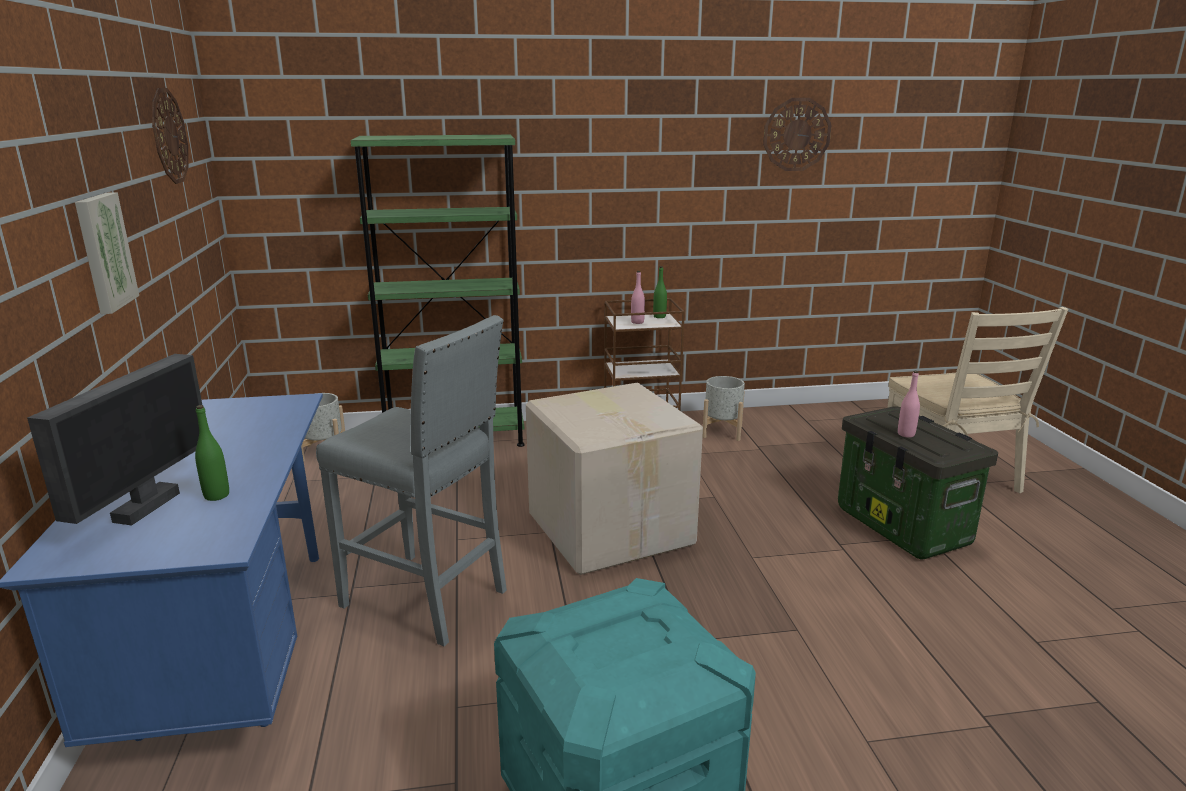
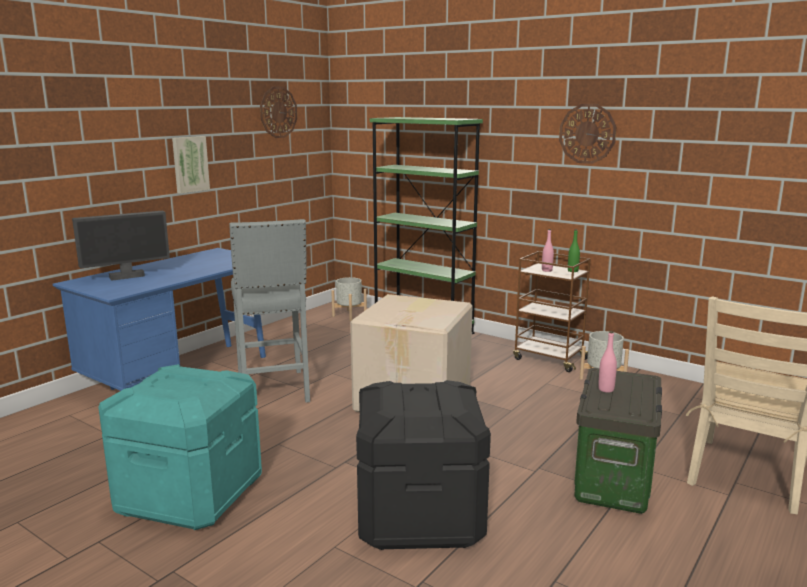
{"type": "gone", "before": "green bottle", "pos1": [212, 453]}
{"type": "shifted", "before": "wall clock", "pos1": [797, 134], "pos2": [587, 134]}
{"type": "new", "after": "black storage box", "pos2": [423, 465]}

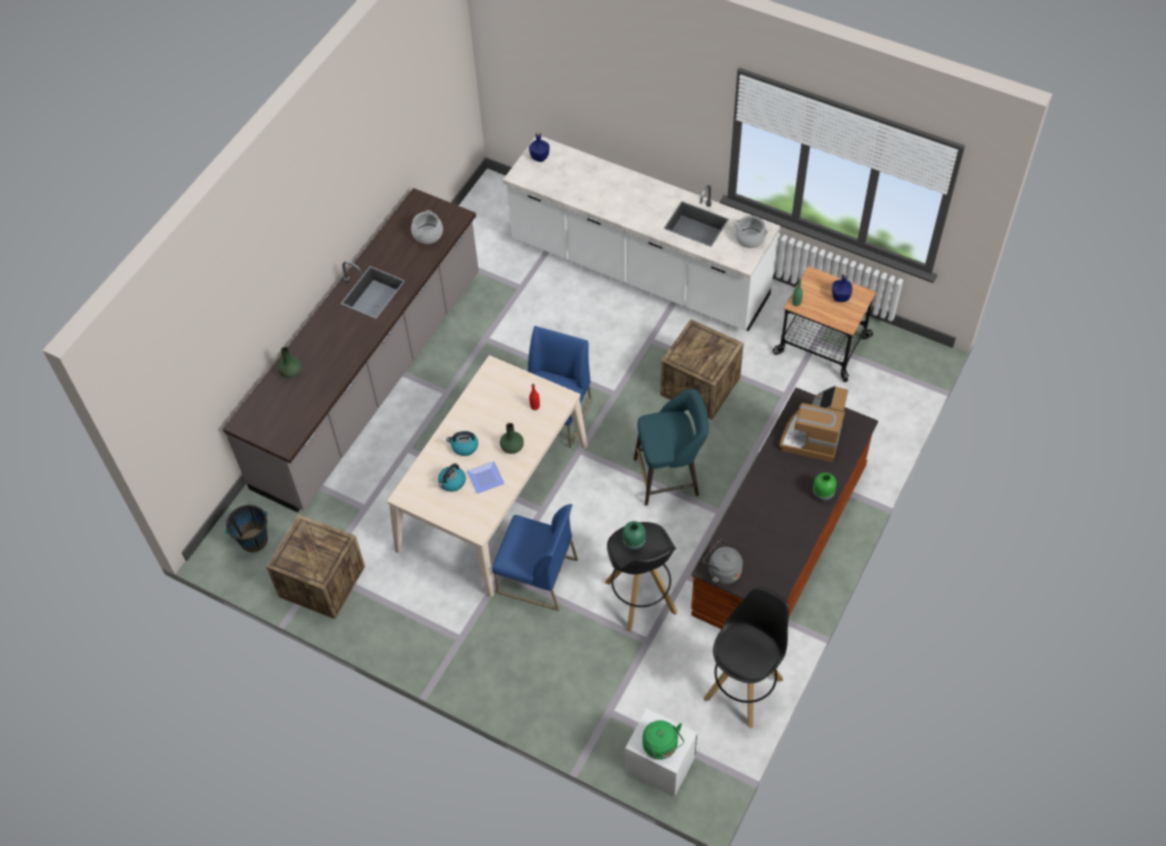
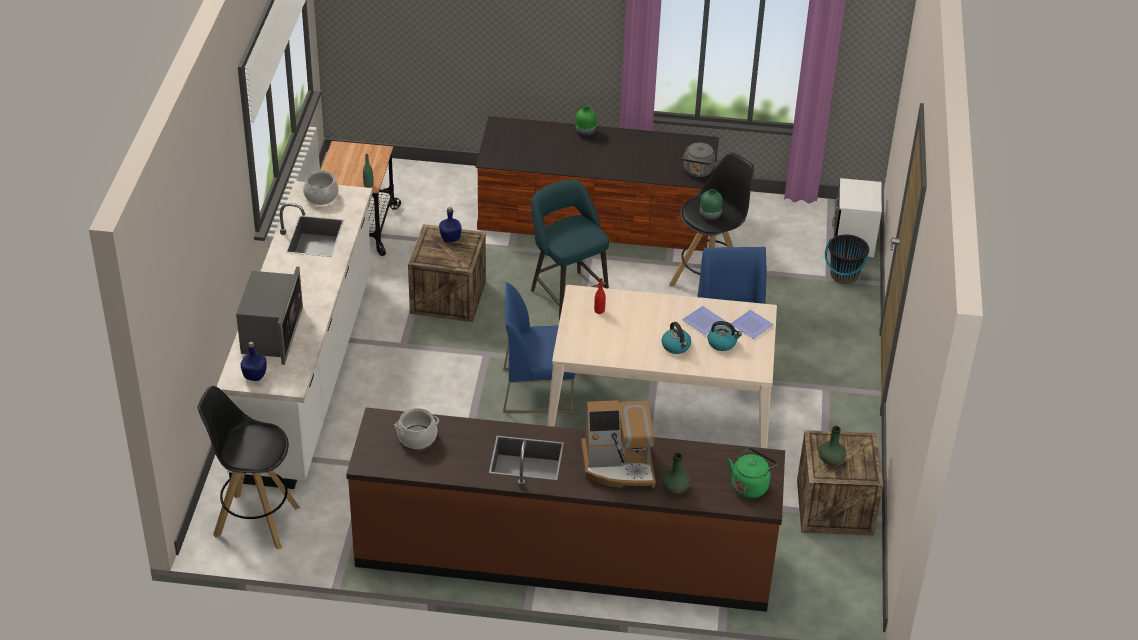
{"type": "repainted", "before": "grey counter", "after": "brown counter", "pos1": [351, 350], "pos2": [565, 509]}
{"type": "shifted", "before": "black bucket", "pos1": [246, 528], "pos2": [847, 259]}
{"type": "shifted", "before": "green vase", "pos1": [512, 438], "pos2": [832, 445]}
{"type": "shifted", "before": "green kettle", "pos1": [663, 740], "pos2": [753, 473]}
{"type": "shifted", "before": "black stool", "pos1": [746, 657], "pos2": [248, 468]}
{"type": "shifted", "before": "coffee machine", "pos1": [813, 424], "pos2": [618, 444]}
{"type": "shifted", "before": "blue bottle", "pos1": [842, 287], "pos2": [450, 225]}
{"type": "new", "after": "microwave", "pos2": [269, 315]}
{"type": "new", "after": "plate", "pos2": [752, 324]}

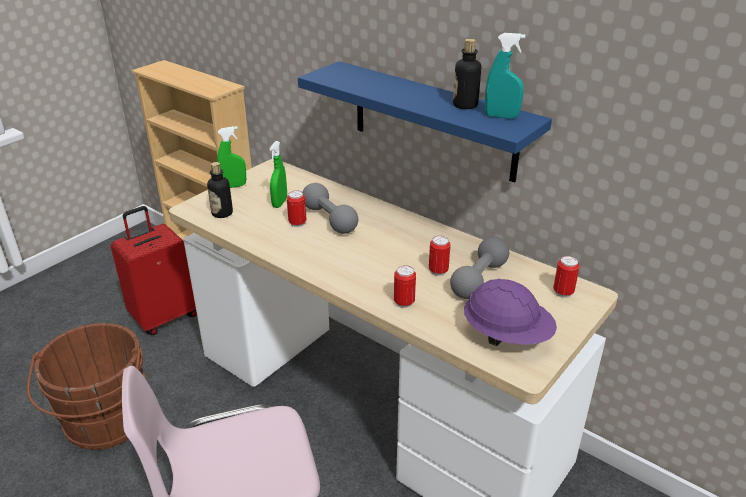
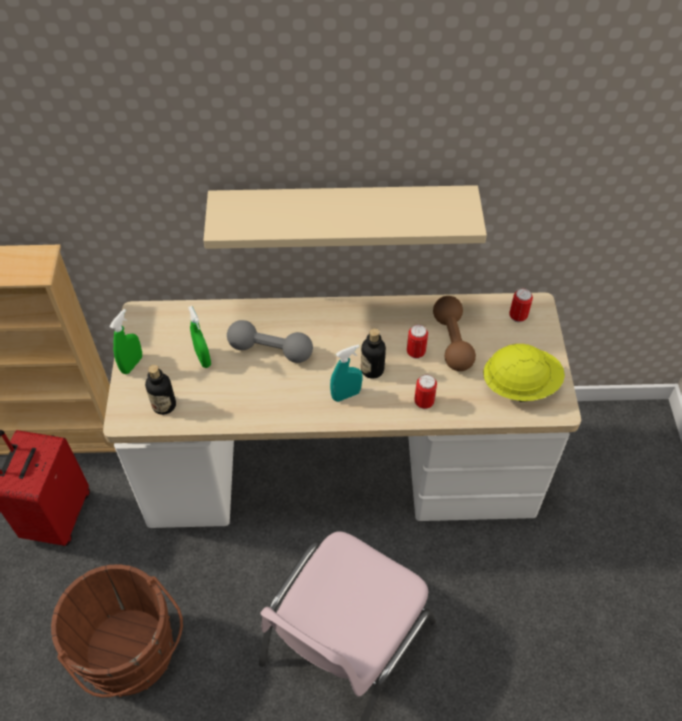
{"type": "gone", "before": "can", "pos1": [297, 208]}
{"type": "repainted", "before": "blue shelf", "after": "beige shelf", "pos1": [425, 122], "pos2": [345, 217]}
{"type": "repainted", "before": "grey dumbbell", "after": "brown dumbbell", "pos1": [479, 268], "pos2": [454, 333]}
{"type": "shifted", "before": "bottle", "pos1": [467, 74], "pos2": [373, 353]}
{"type": "repainted", "before": "purple hard hat", "after": "yellow hard hat", "pos1": [510, 312], "pos2": [524, 373]}
{"type": "shifted", "before": "turquoise spray bottle", "pos1": [505, 76], "pos2": [346, 373]}

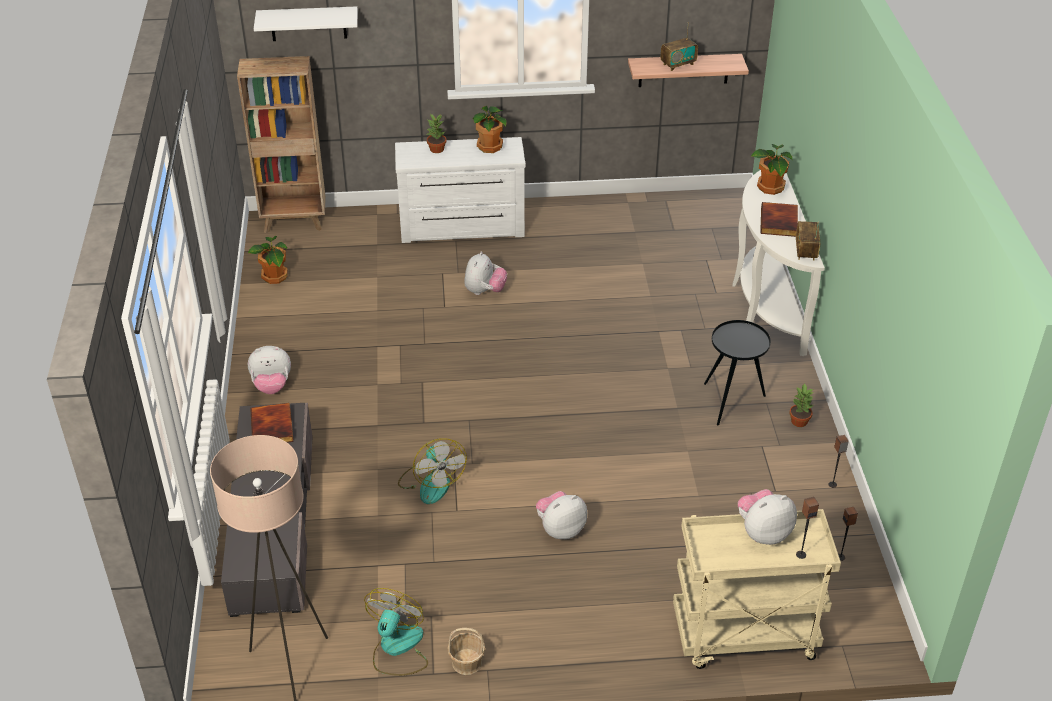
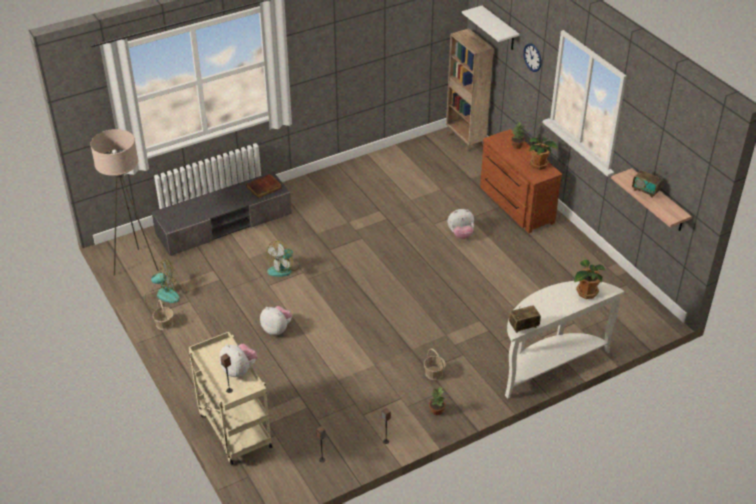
{"type": "gone", "before": "potted plant", "pos1": [268, 260]}
{"type": "gone", "before": "plush toy", "pos1": [269, 370]}
{"type": "repainted", "before": "white dresser", "after": "brown dresser", "pos1": [460, 190], "pos2": [521, 181]}
{"type": "swapped", "before": "black side table", "after": "basket", "pos1": [737, 373], "pos2": [435, 364]}
{"type": "gone", "before": "book", "pos1": [779, 219]}
{"type": "new", "after": "wall clock", "pos2": [532, 58]}

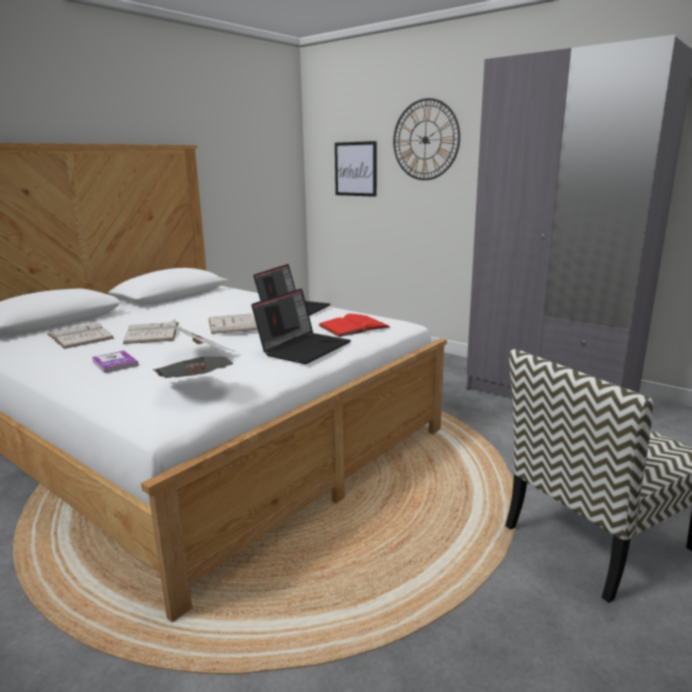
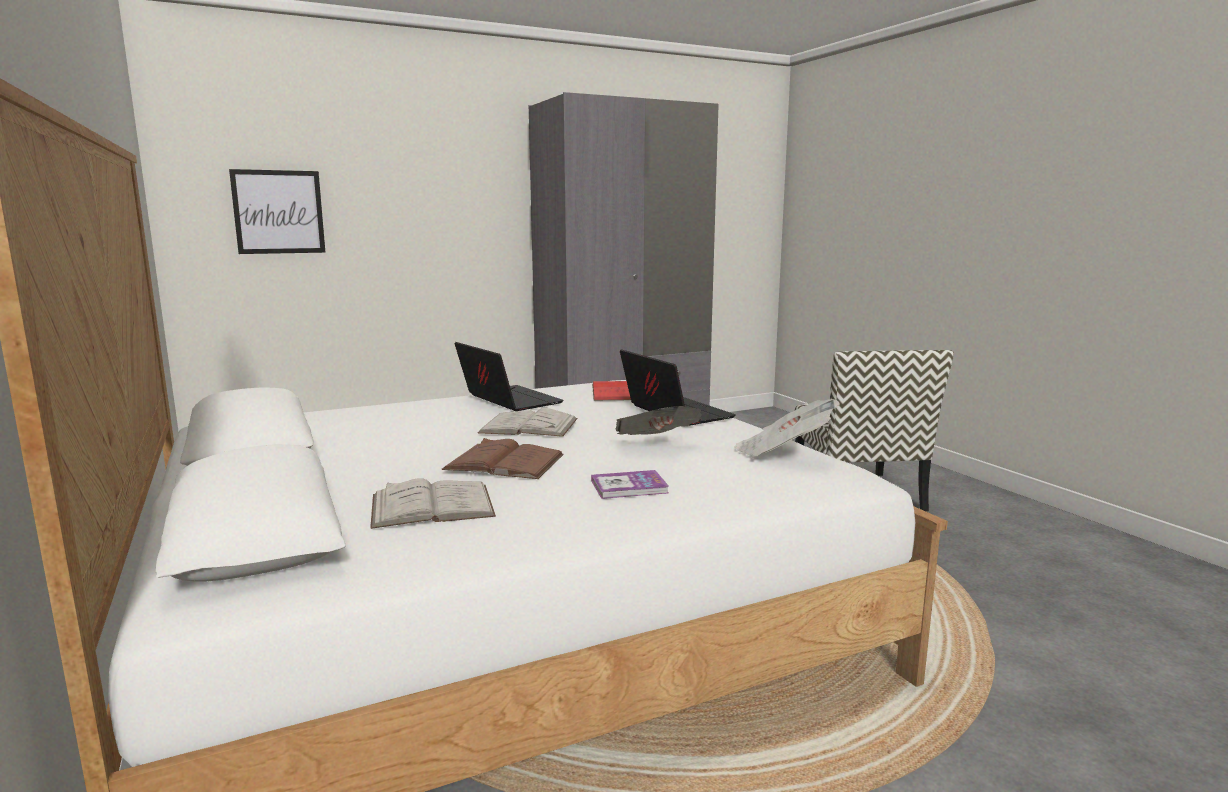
{"type": "repainted", "before": "white book", "after": "brown book", "pos1": [151, 331], "pos2": [502, 458]}
{"type": "gone", "before": "wall clock", "pos1": [426, 139]}

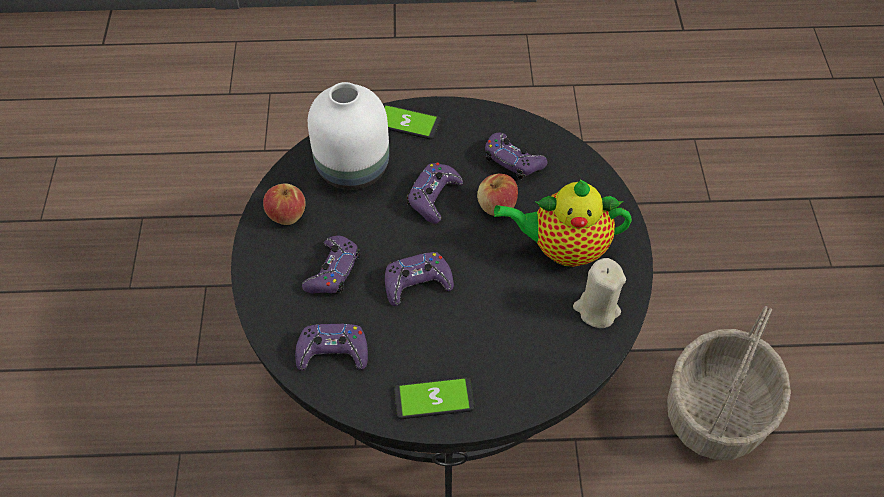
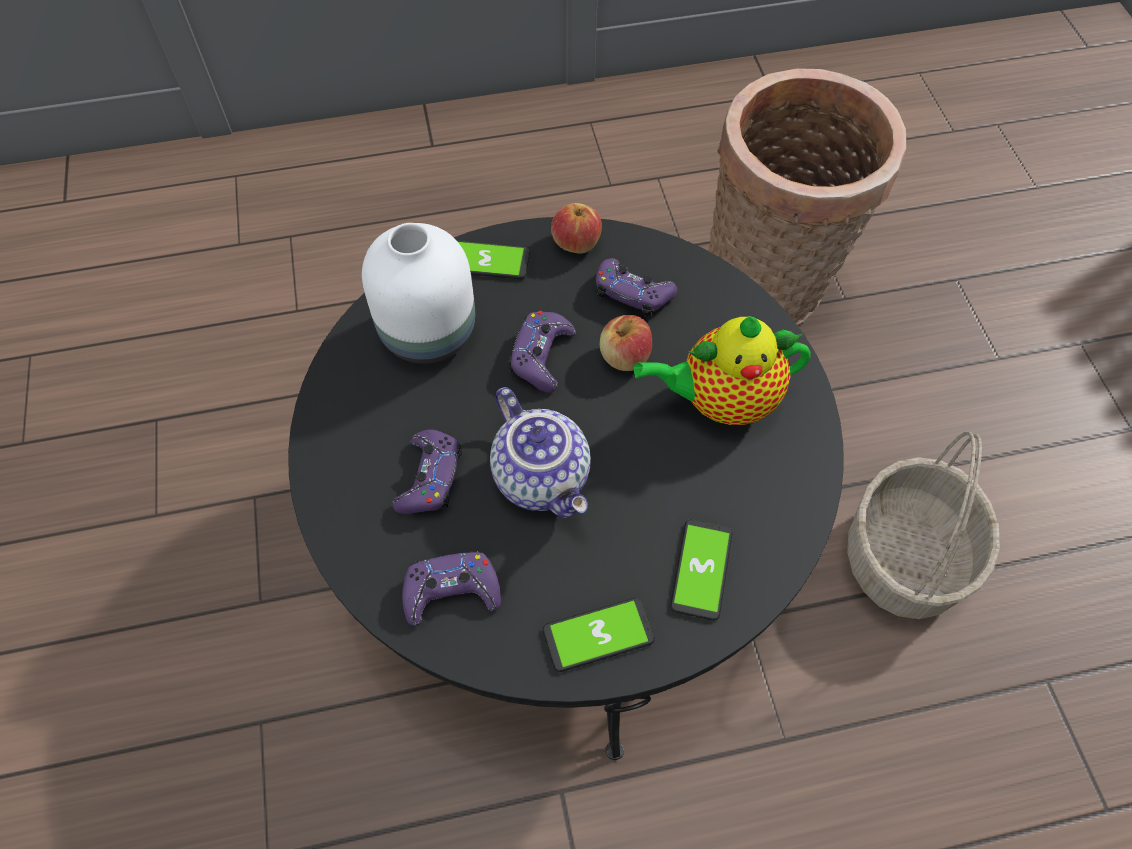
{"type": "shifted", "before": "apple", "pos1": [284, 204], "pos2": [576, 228]}
{"type": "swapped", "before": "purple game controller", "after": "teapot", "pos1": [419, 279], "pos2": [540, 452]}
{"type": "gone", "before": "beige candle", "pos1": [599, 293]}
{"type": "new", "after": "phone", "pos2": [701, 570]}
{"type": "new", "after": "basket", "pos2": [807, 196]}

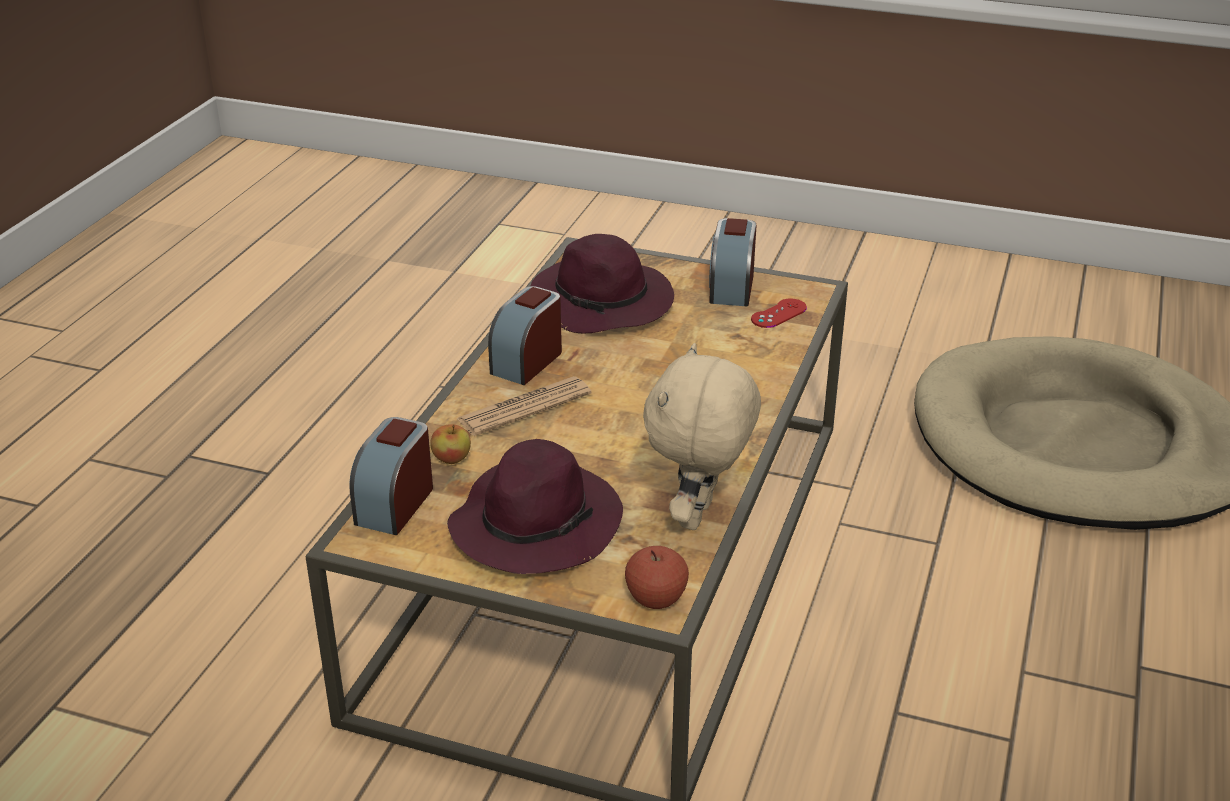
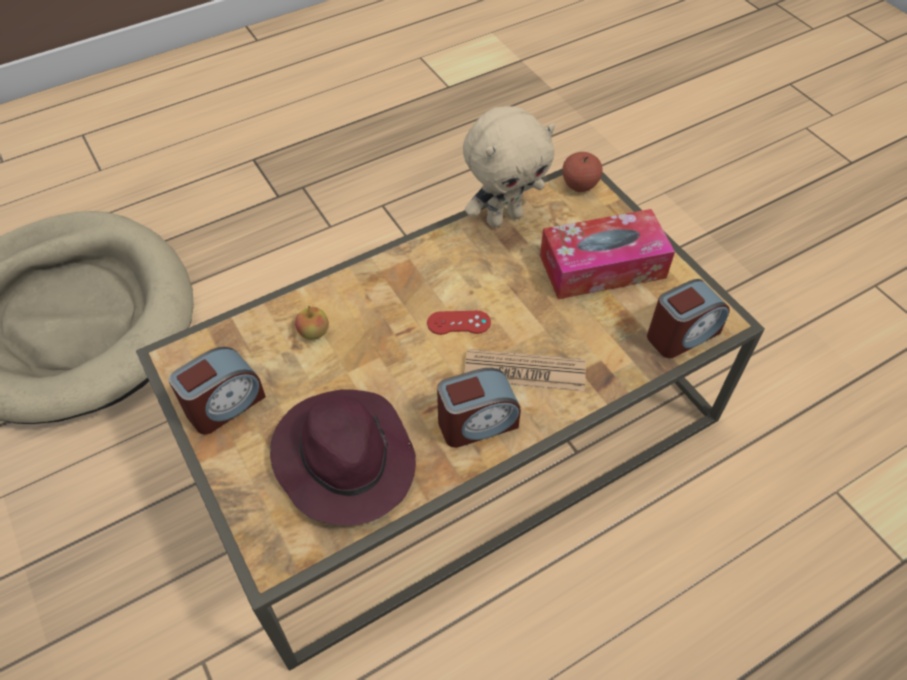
{"type": "shifted", "before": "apple", "pos1": [450, 444], "pos2": [312, 323]}
{"type": "swapped", "before": "purple hat", "after": "tissue box", "pos1": [535, 506], "pos2": [607, 254]}
{"type": "shifted", "before": "red game controller", "pos1": [779, 313], "pos2": [459, 323]}

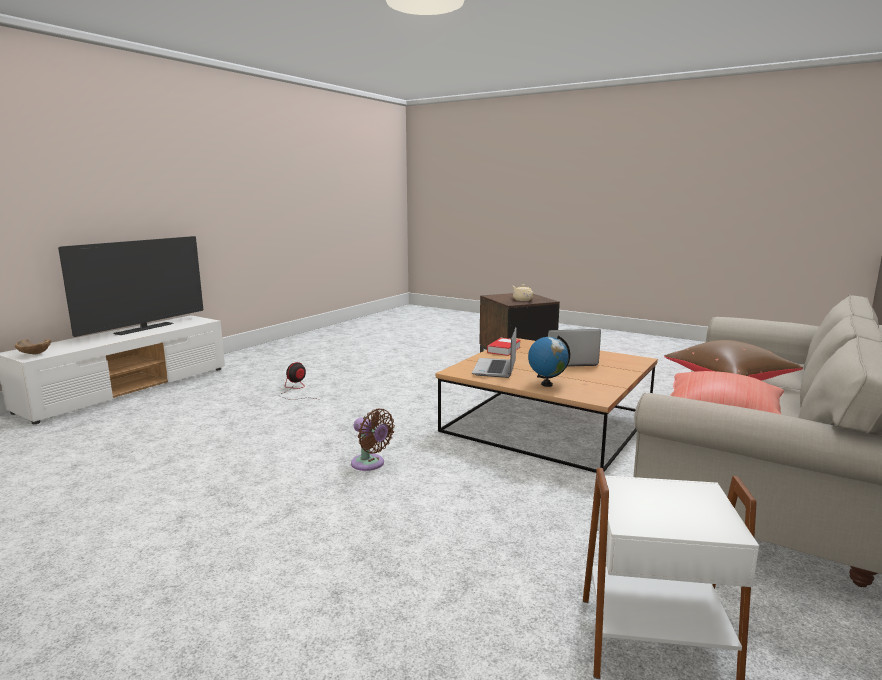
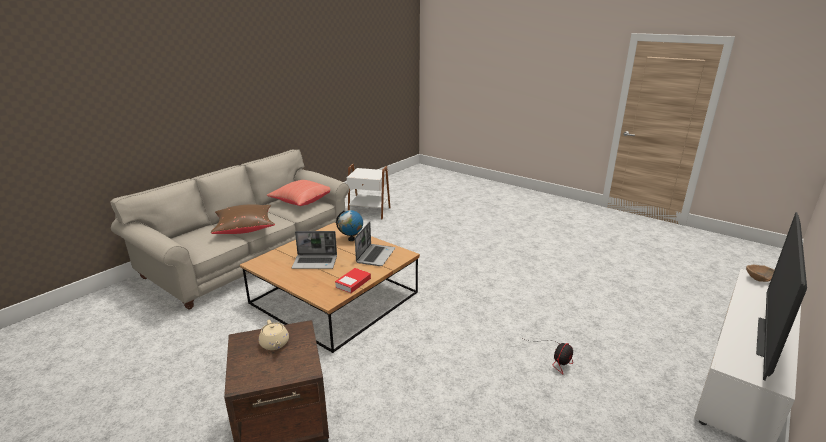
{"type": "gone", "before": "brown fan", "pos1": [373, 439]}

